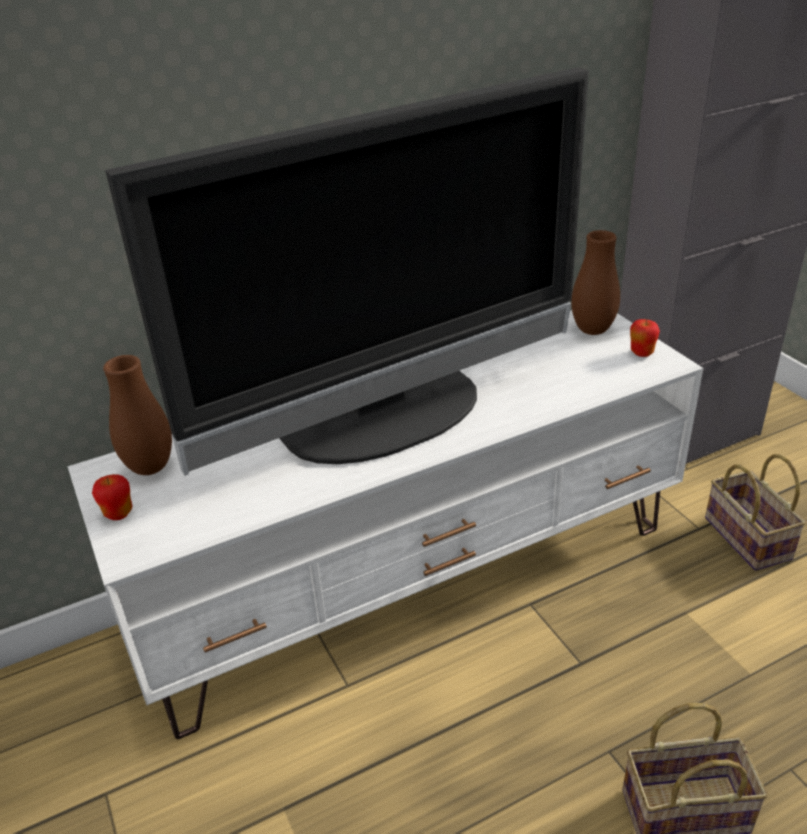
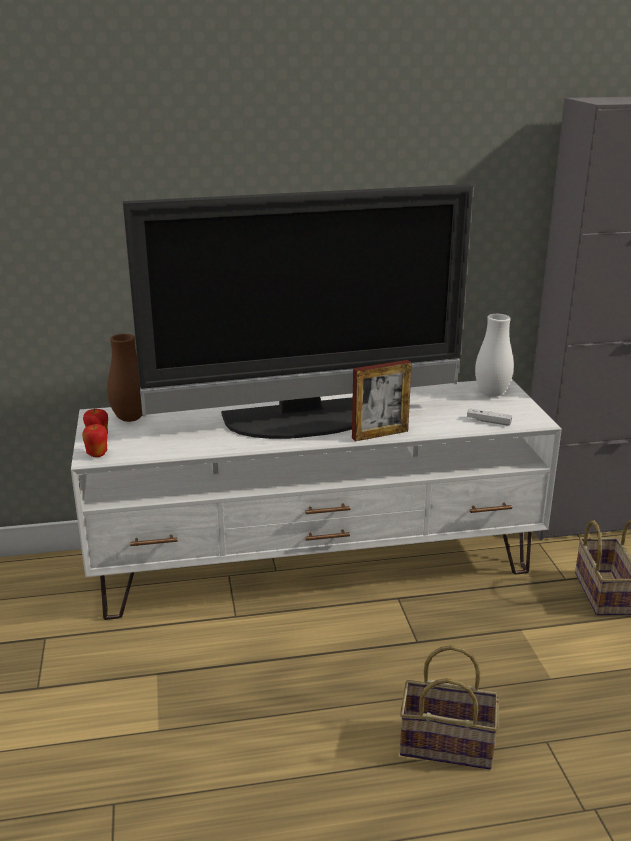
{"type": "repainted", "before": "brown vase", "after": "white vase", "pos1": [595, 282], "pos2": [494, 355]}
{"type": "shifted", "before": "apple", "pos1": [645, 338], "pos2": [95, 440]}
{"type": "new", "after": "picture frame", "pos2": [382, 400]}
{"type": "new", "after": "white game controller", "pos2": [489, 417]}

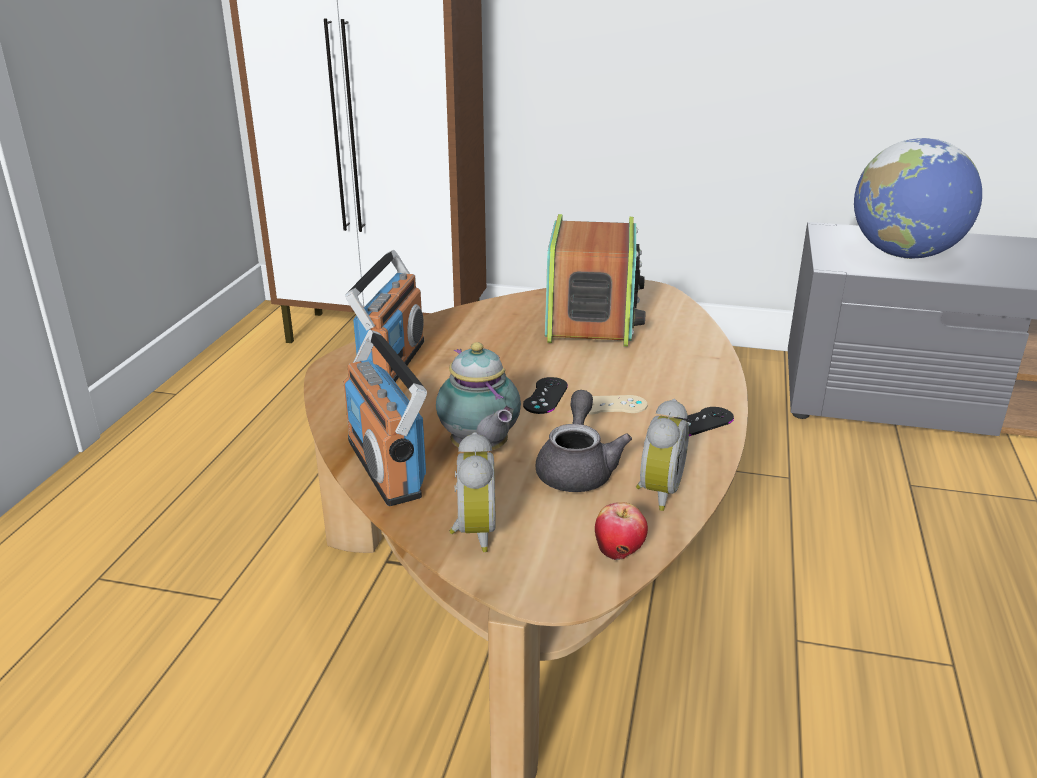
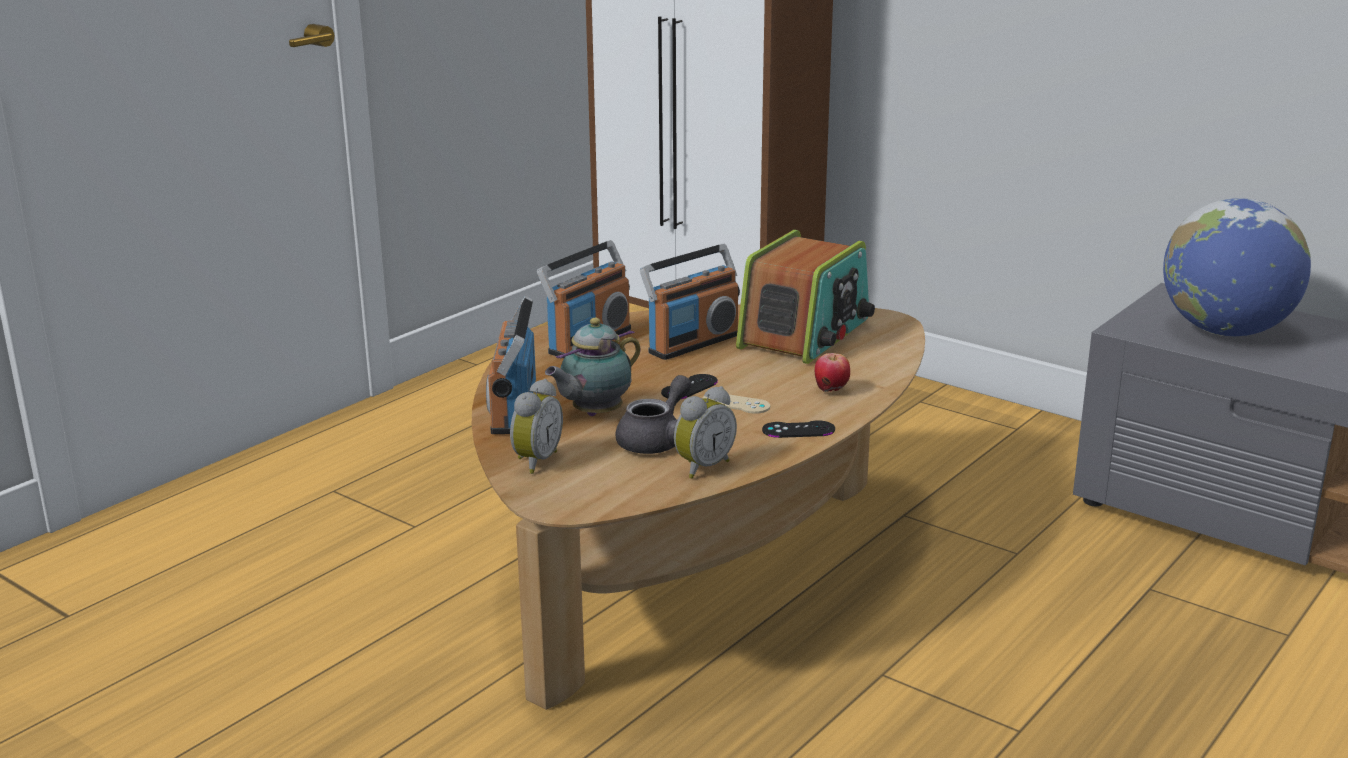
{"type": "rotated", "before": "teapot", "pos1": [478, 397], "pos2": [592, 367], "turn": 45}
{"type": "shifted", "before": "apple", "pos1": [621, 531], "pos2": [832, 372]}
{"type": "new", "after": "radio", "pos2": [690, 302]}

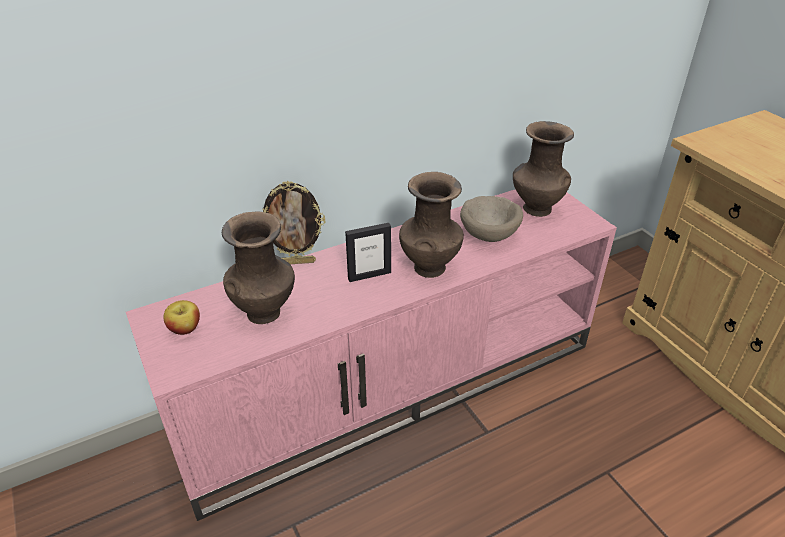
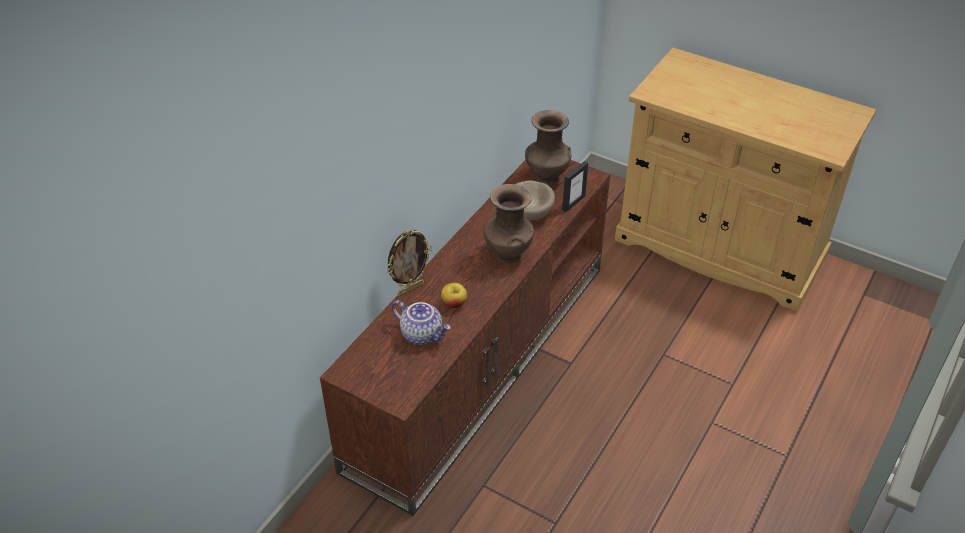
{"type": "repainted", "before": "pink tv stand", "after": "brown tv stand", "pos1": [371, 355], "pos2": [465, 338]}
{"type": "shifted", "before": "apple", "pos1": [181, 317], "pos2": [454, 295]}
{"type": "swapped", "before": "brown vase", "after": "teapot", "pos1": [258, 267], "pos2": [421, 322]}
{"type": "shifted", "before": "picture frame", "pos1": [368, 252], "pos2": [575, 186]}

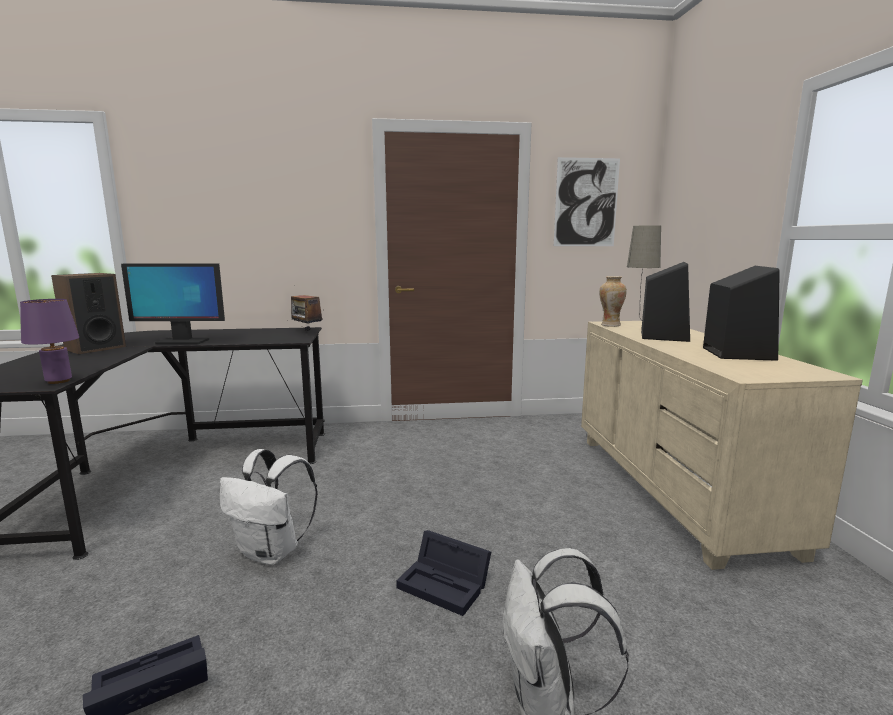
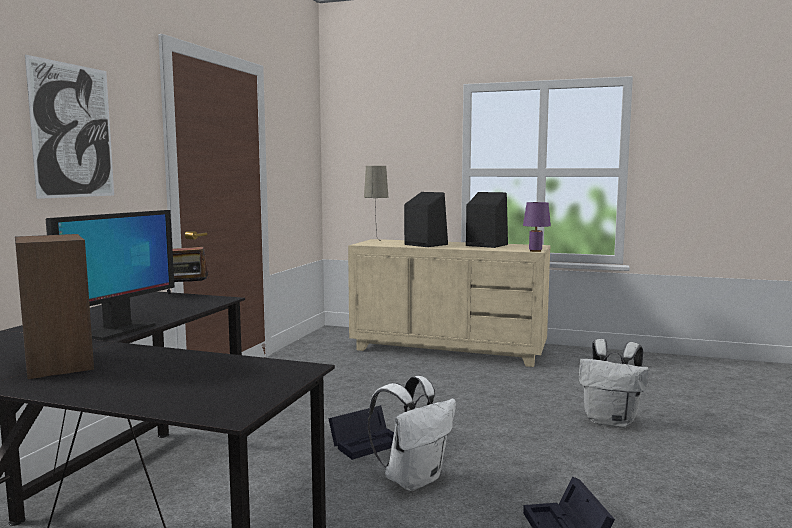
{"type": "shifted", "before": "purple table lamp", "pos1": [49, 341], "pos2": [537, 227]}
{"type": "shifted", "before": "black storage box", "pos1": [443, 573], "pos2": [361, 432]}
{"type": "shifted", "before": "picture", "pos1": [587, 201], "pos2": [69, 127]}
{"type": "gone", "before": "vase", "pos1": [613, 301]}

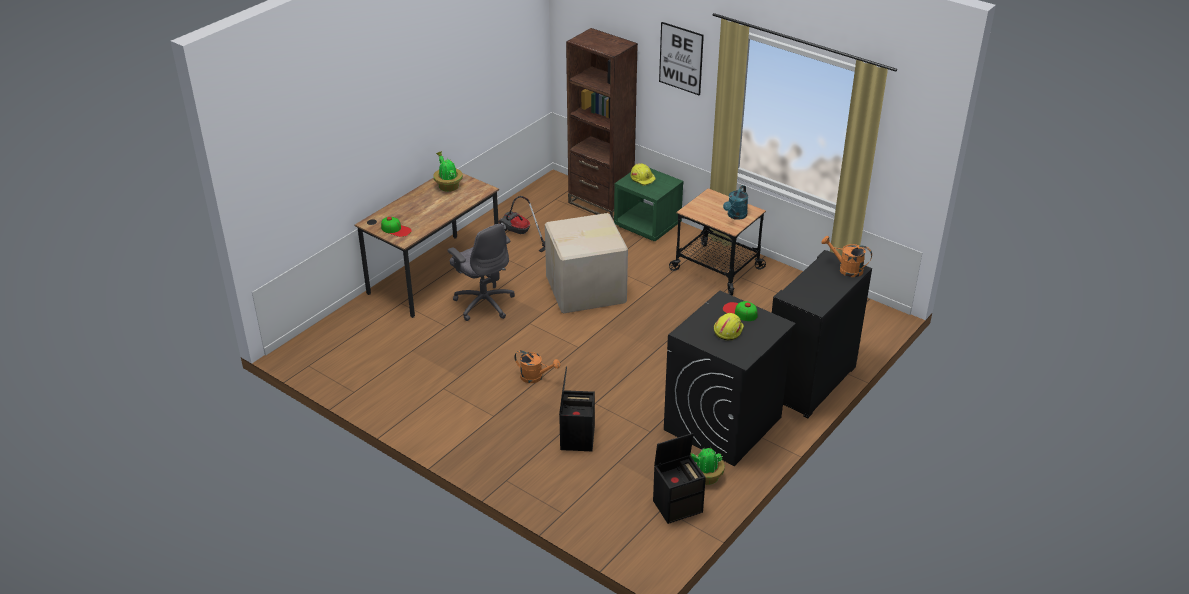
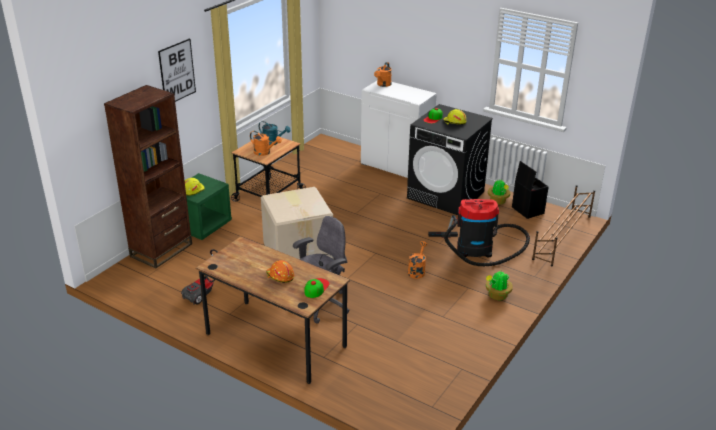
{"type": "shifted", "before": "potted plant", "pos1": [448, 171], "pos2": [499, 285]}
{"type": "swapped", "before": "black storage box", "after": "vacuum cleaner", "pos1": [577, 408], "pos2": [479, 232]}
{"type": "repainted", "before": "black cabinet", "after": "white cabinet", "pos1": [822, 334], "pos2": [399, 129]}
{"type": "new", "after": "orange watering can", "pos2": [266, 143]}
{"type": "new", "after": "orange hard hat", "pos2": [280, 271]}
{"type": "new", "after": "brown shoe rack", "pos2": [563, 226]}

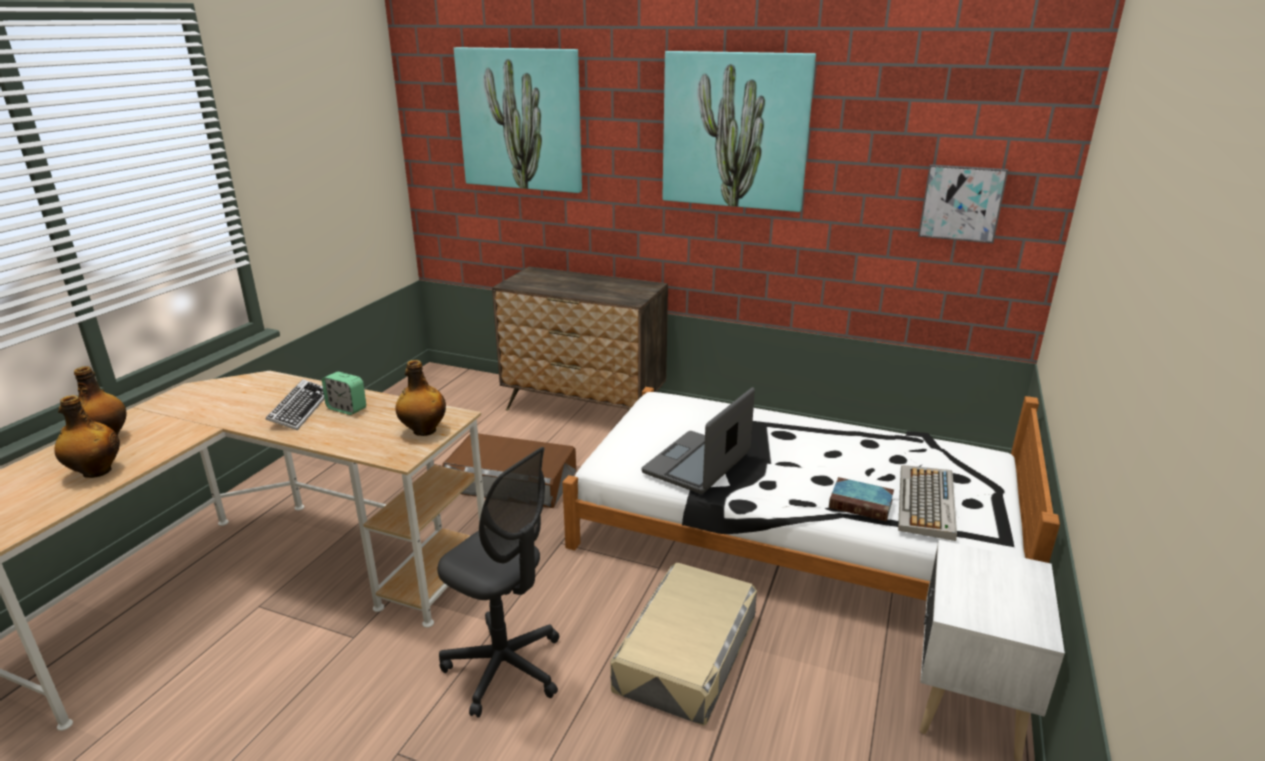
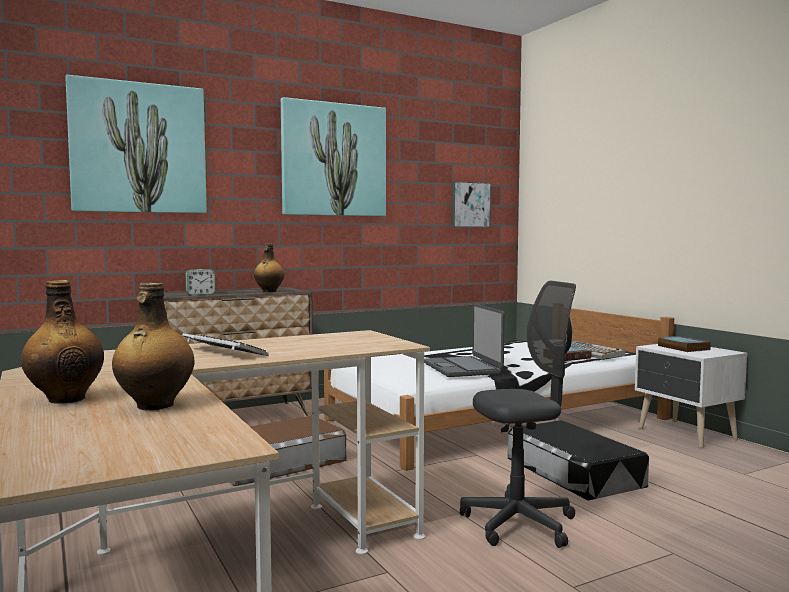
{"type": "shifted", "before": "alarm clock", "pos1": [344, 393], "pos2": [200, 282]}
{"type": "shifted", "before": "bottle", "pos1": [420, 398], "pos2": [269, 267]}
{"type": "repainted", "before": "beige storage box", "after": "black storage box", "pos1": [683, 644], "pos2": [578, 460]}
{"type": "new", "after": "book", "pos2": [684, 344]}

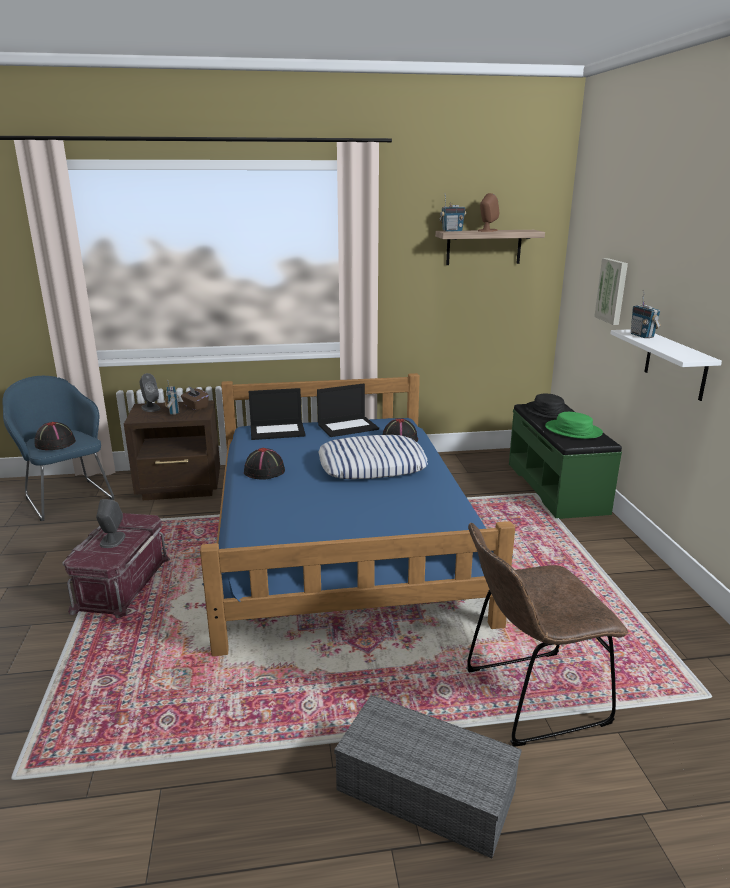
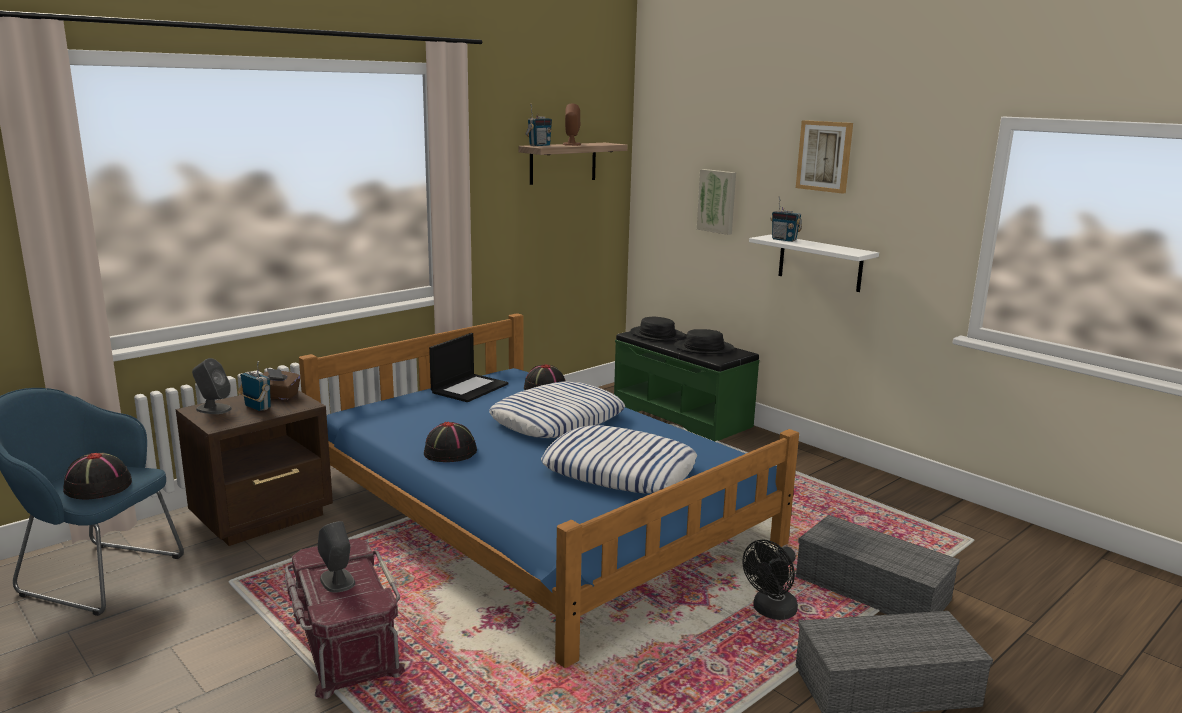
{"type": "gone", "before": "laptop", "pos1": [277, 414]}
{"type": "swapped", "before": "brown chair", "after": "grey storage box", "pos1": [547, 635], "pos2": [878, 565]}
{"type": "repainted", "before": "green hat", "after": "black hat", "pos1": [574, 425], "pos2": [704, 341]}
{"type": "new", "after": "pillow", "pos2": [619, 459]}
{"type": "new", "after": "black fan", "pos2": [770, 580]}
{"type": "new", "after": "picture", "pos2": [824, 157]}

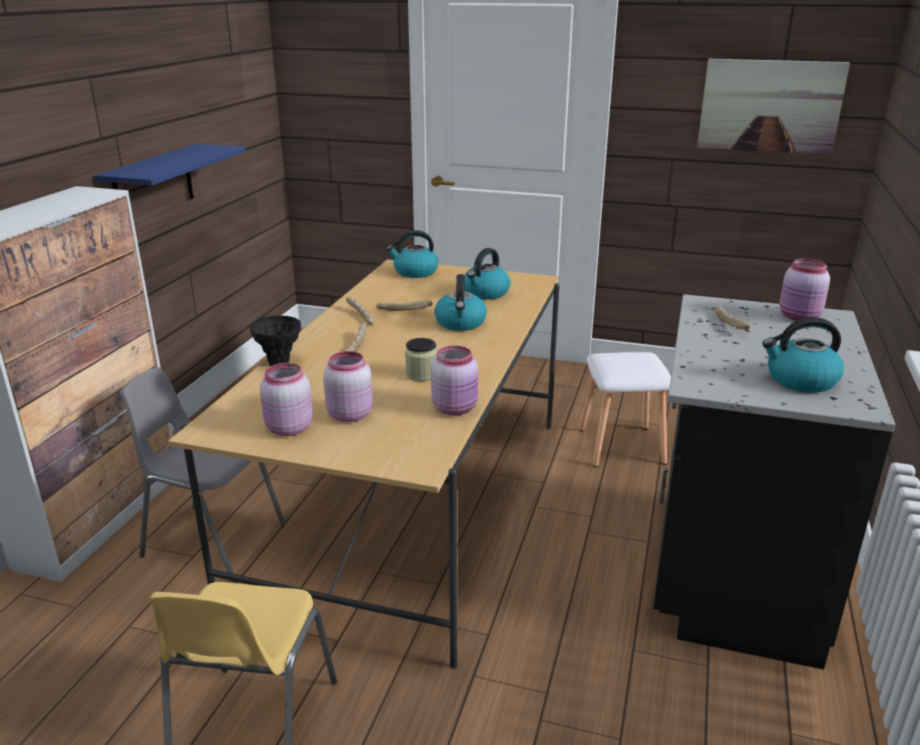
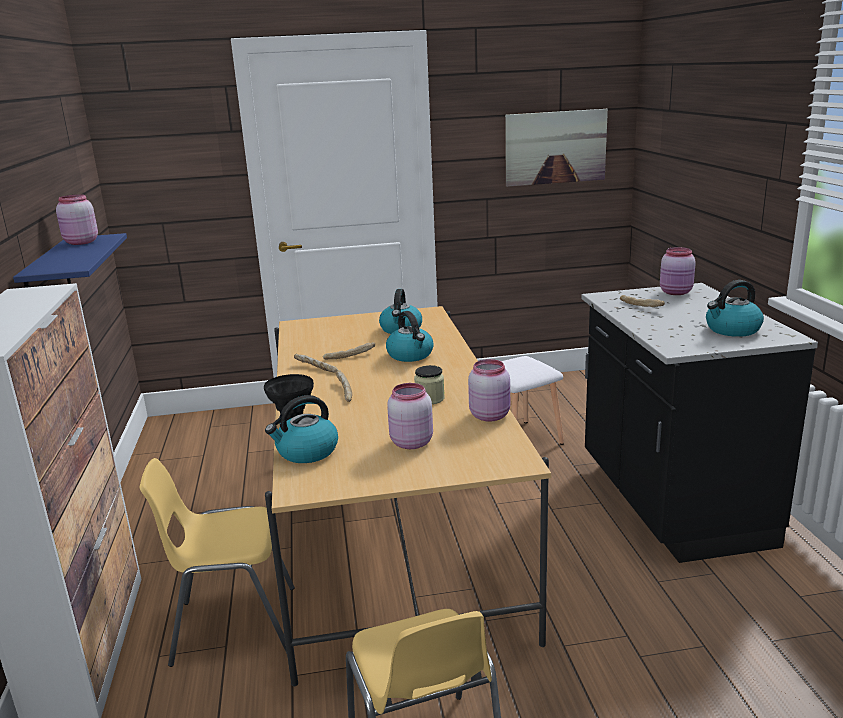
{"type": "repainted", "before": "grey chair", "after": "yellow chair", "pos1": [203, 475], "pos2": [217, 562]}
{"type": "shifted", "before": "pink jar", "pos1": [286, 399], "pos2": [77, 219]}
{"type": "shifted", "before": "kettle", "pos1": [412, 254], "pos2": [301, 429]}

